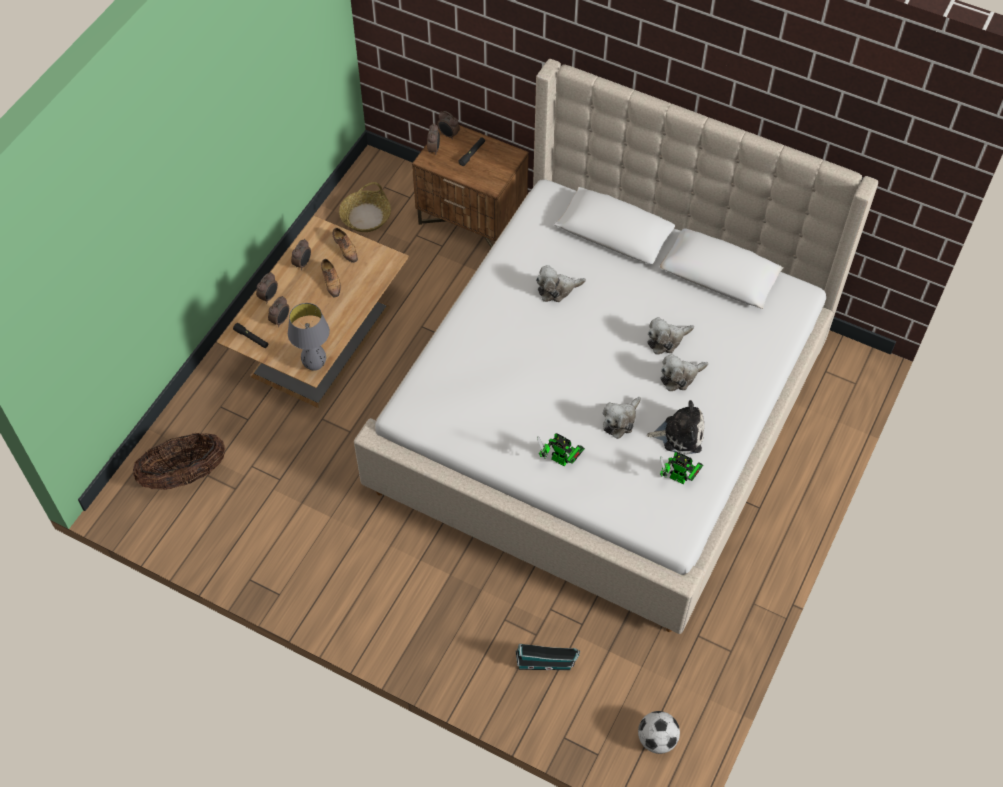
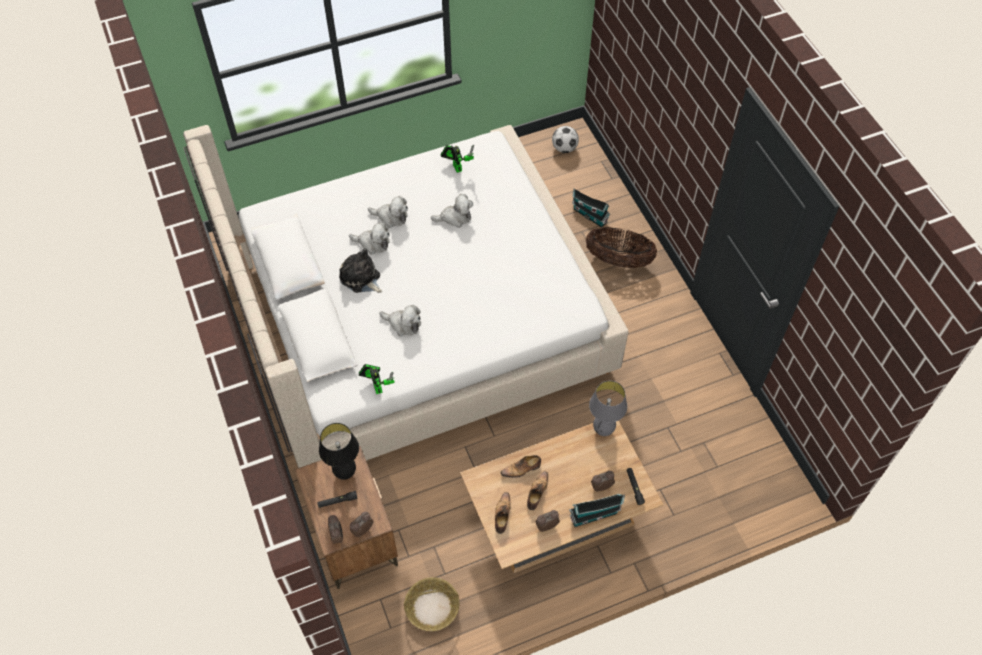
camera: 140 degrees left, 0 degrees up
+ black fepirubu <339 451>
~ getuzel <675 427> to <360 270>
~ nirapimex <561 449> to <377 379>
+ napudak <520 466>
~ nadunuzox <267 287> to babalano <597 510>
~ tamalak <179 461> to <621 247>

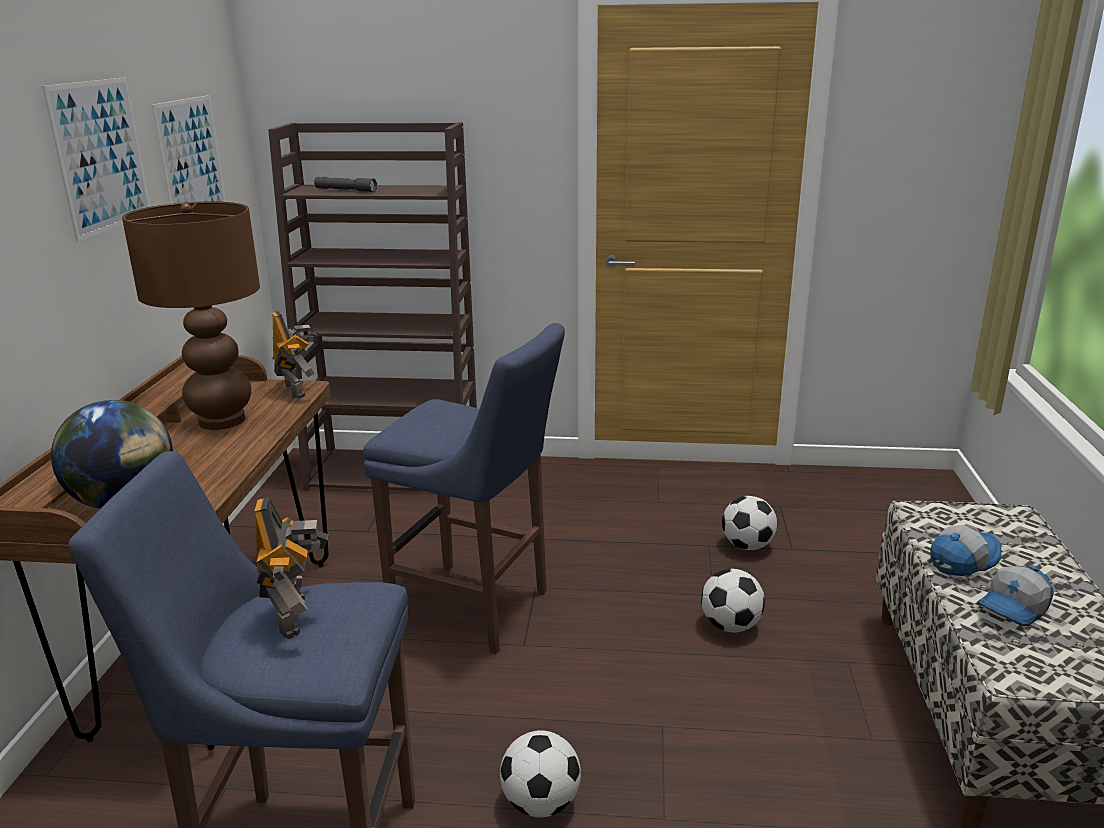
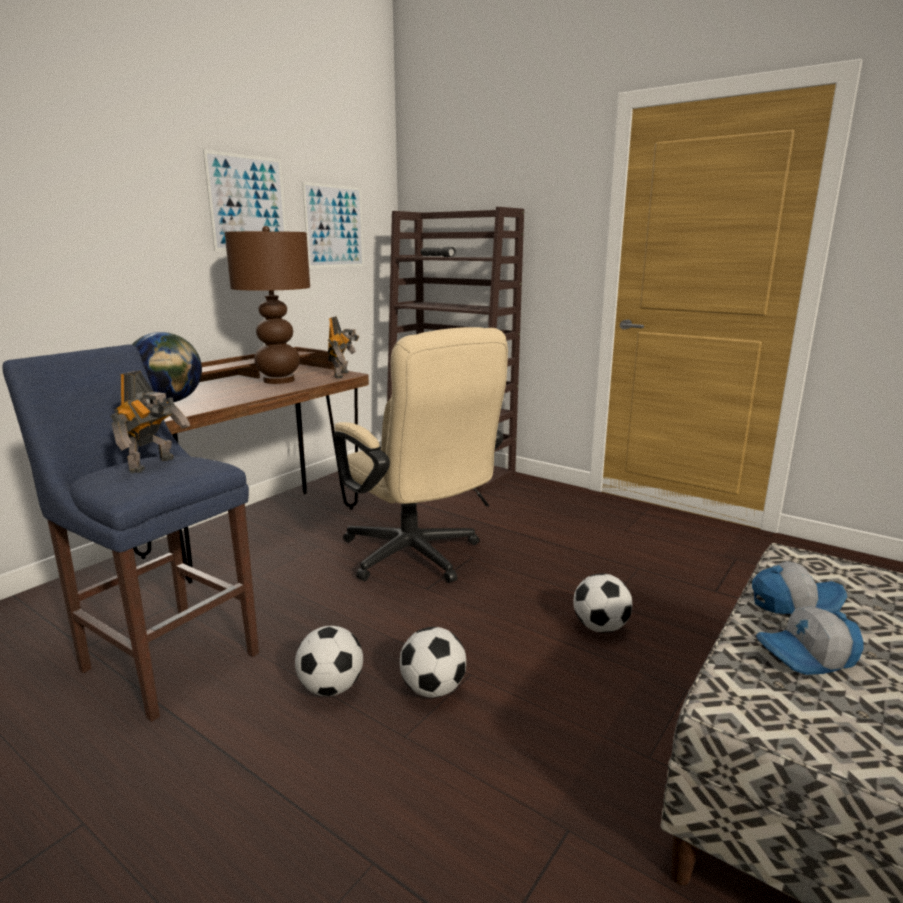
camera: 30 degrees right, 5 degrees down
~ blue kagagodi <464 488> to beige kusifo <421 455>
~ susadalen <749 523> to <433 662>

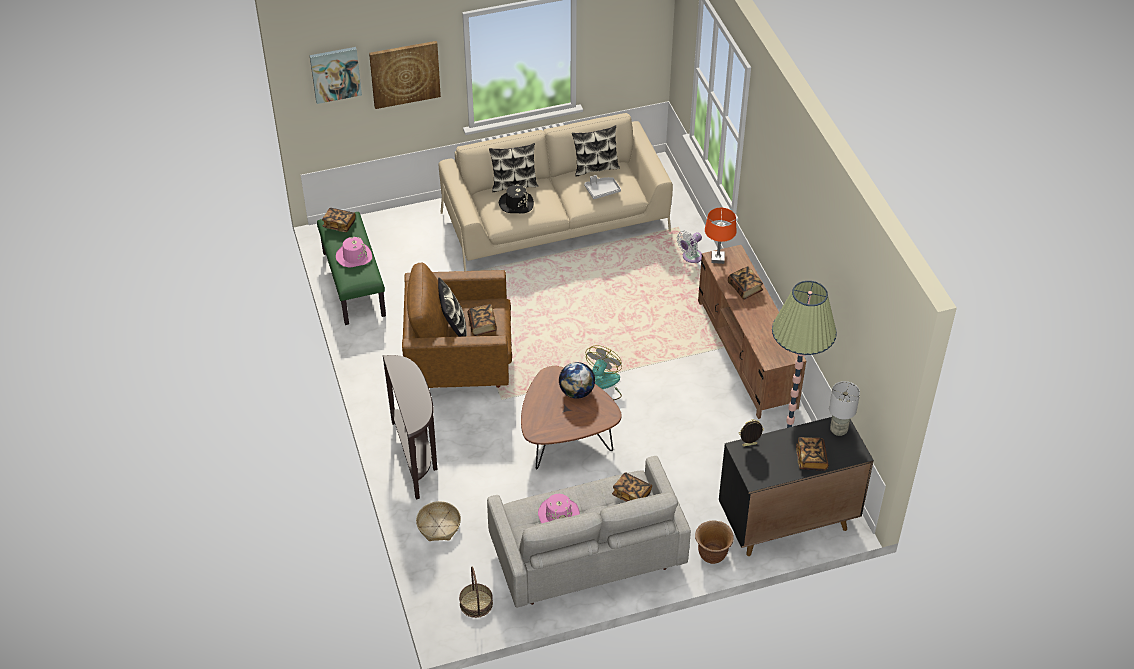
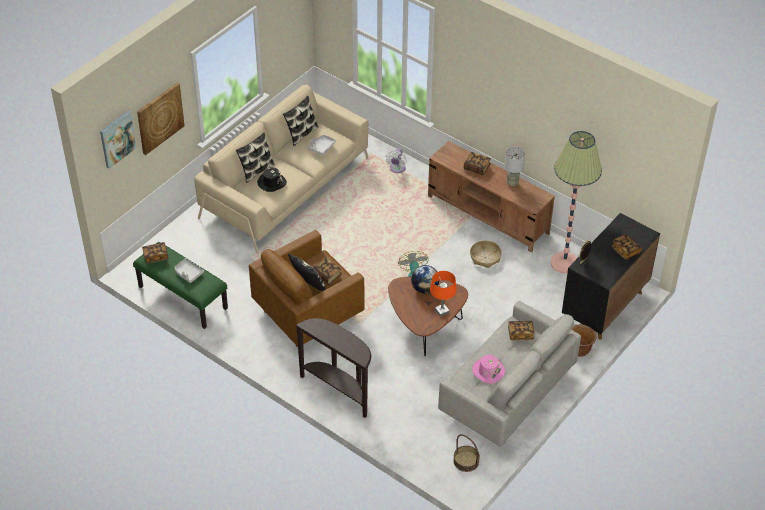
camera: 35 degrees left, 0 degrees up
~ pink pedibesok <354 252> to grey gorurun <189 270>
~ orange fepirubu <721 236> to <443 294>
~ tamalak <438 521> to <486 254>
~ grey fepirubu <844 408> to <515 166>

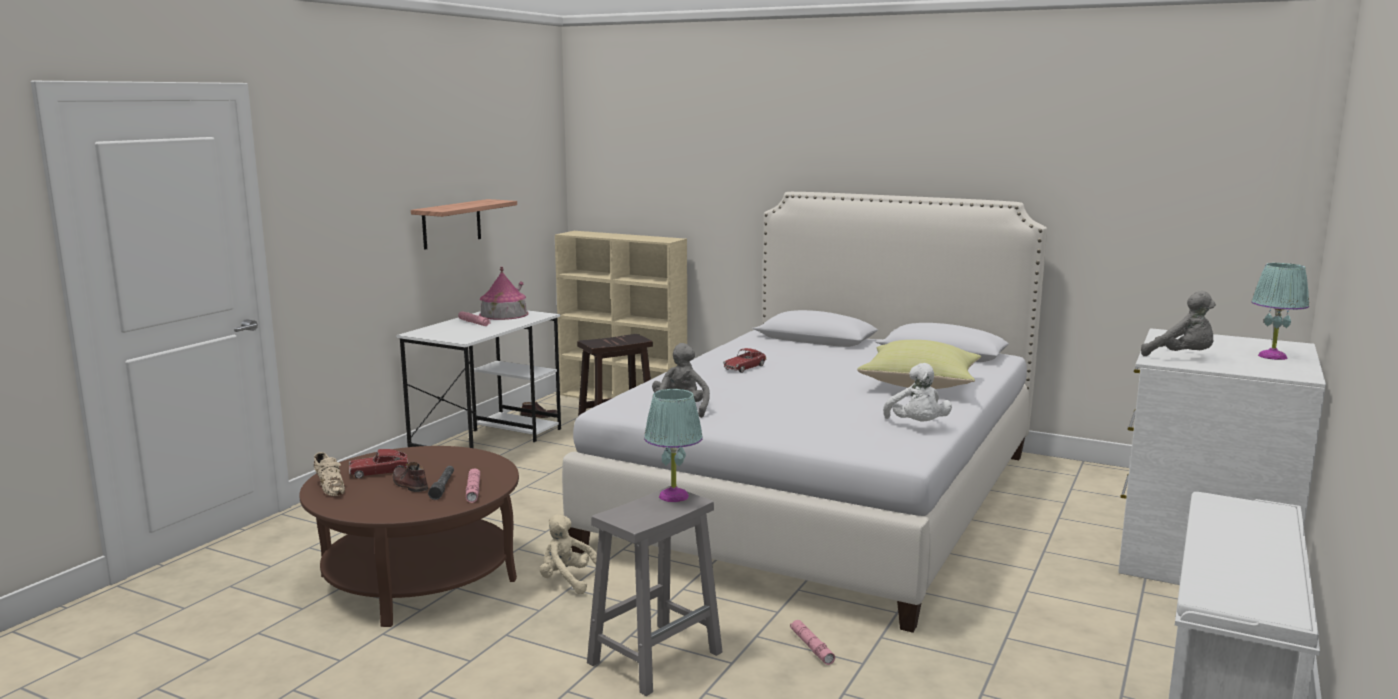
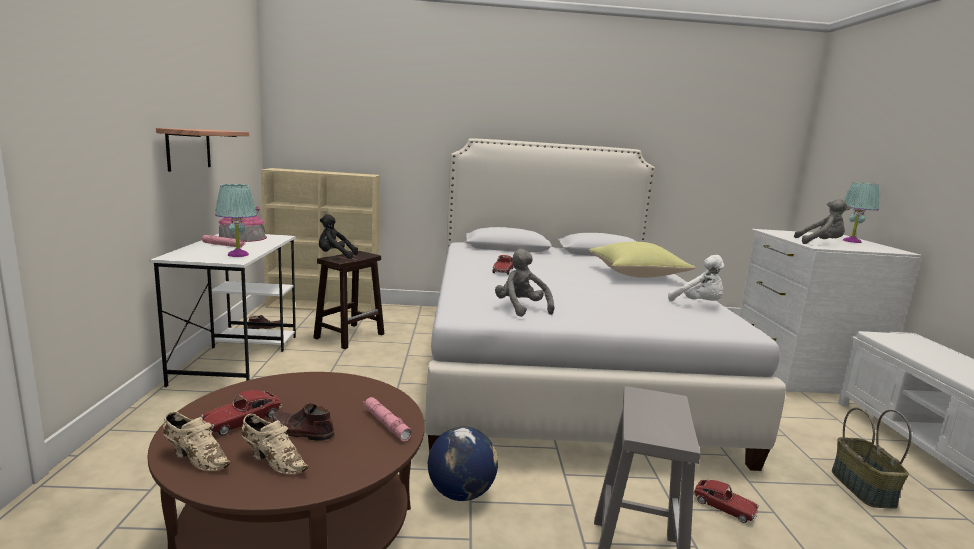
camera: 30 degrees left, 0 degrees up
~ turquoise fepirubu <673 445> to <236 220>
+ beige napudak <274 444>
+ black getuzel <338 236>
~ beige getuzel <568 554> to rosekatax <463 464>
~ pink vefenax <812 642> to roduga <726 501>
+ tamalak <872 458>
- grey vefenax <441 483>

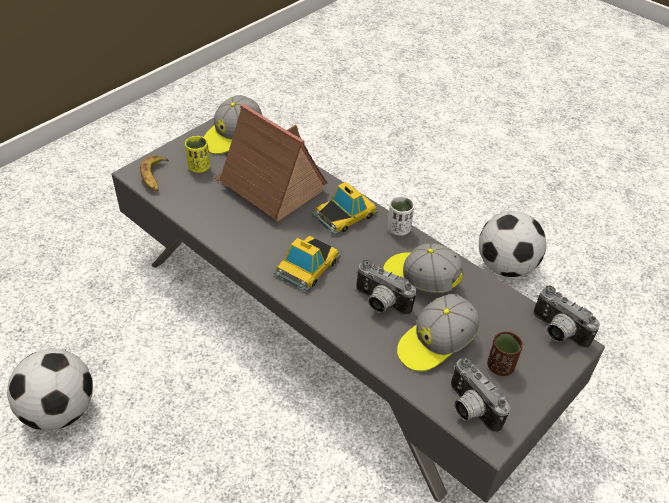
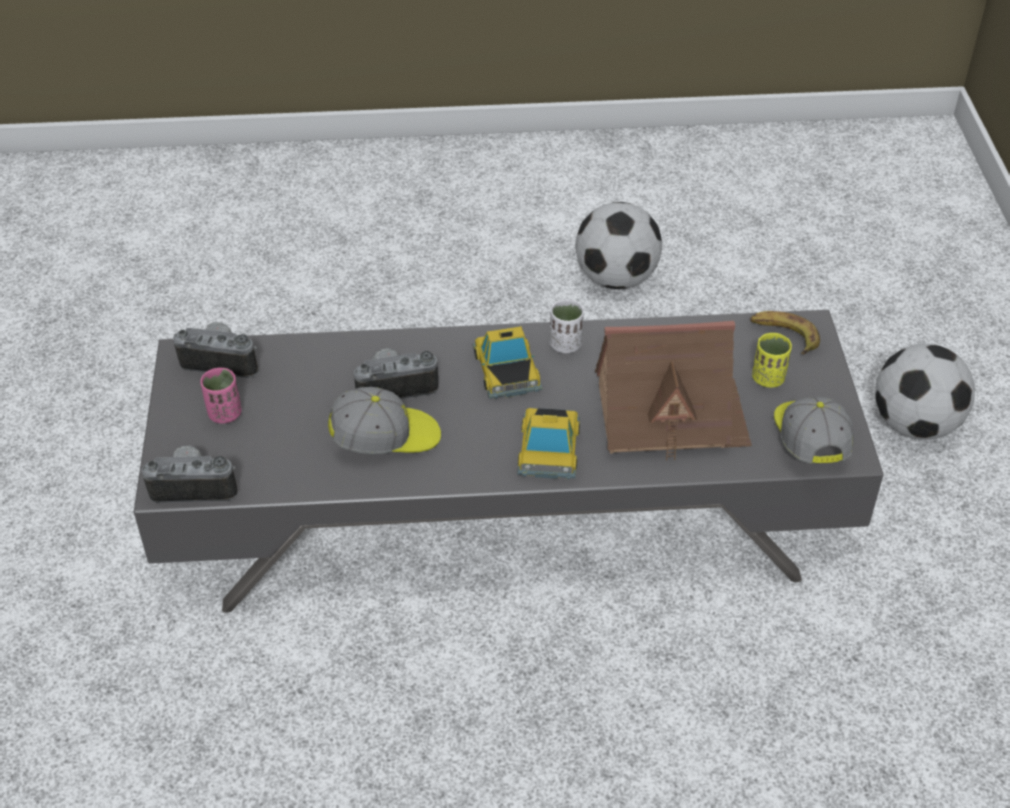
camera: 135 degrees right, 0 degrees up
~ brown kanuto <505 353> to pink kanuto <221 395>
~ white kanuto <401 215> to <567 326>
~ susadalen <512 244> to <925 392>
- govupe <438 332>

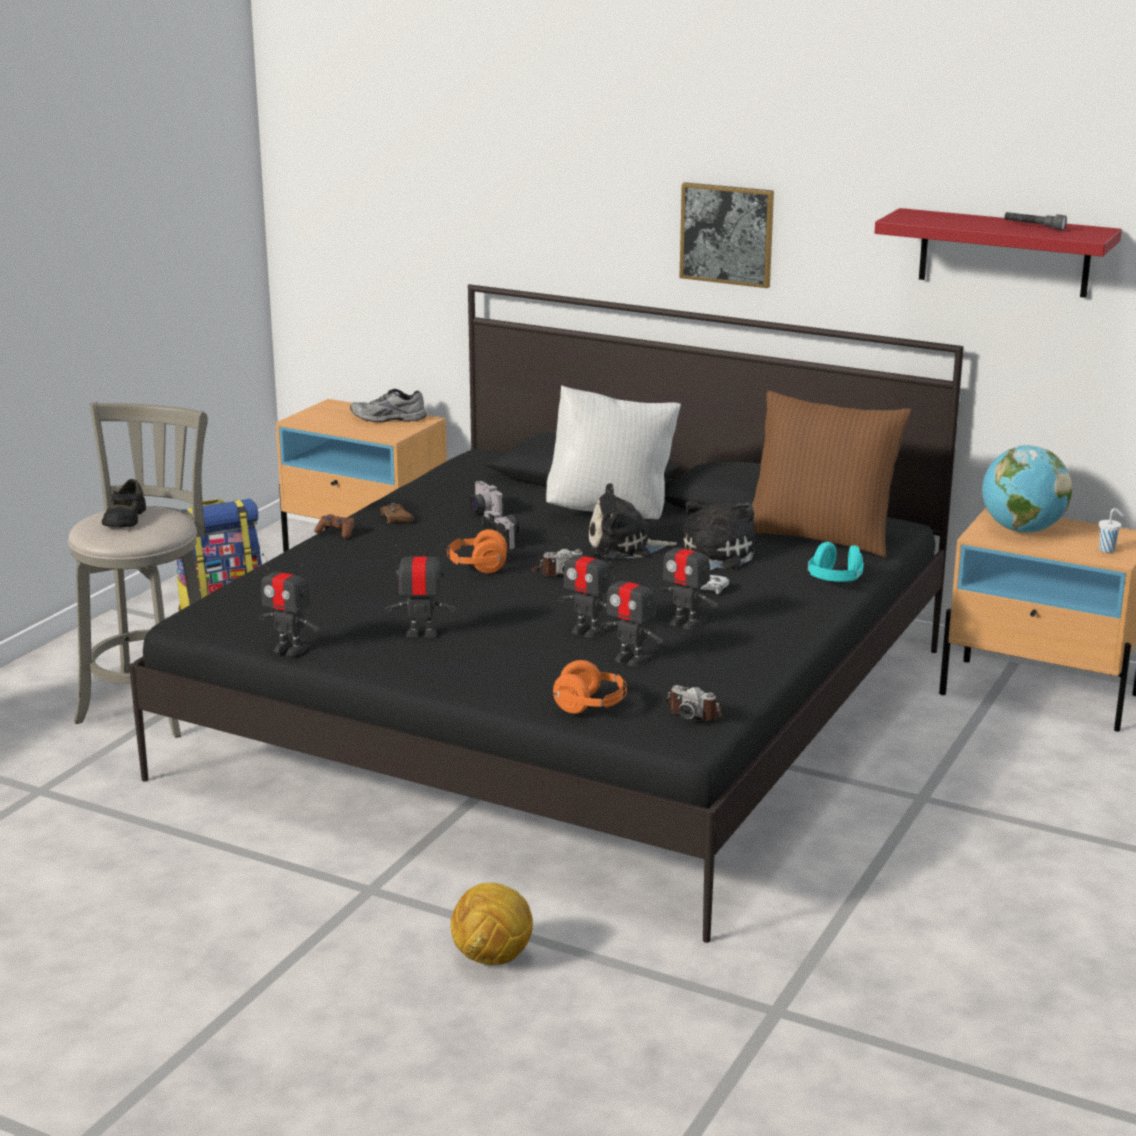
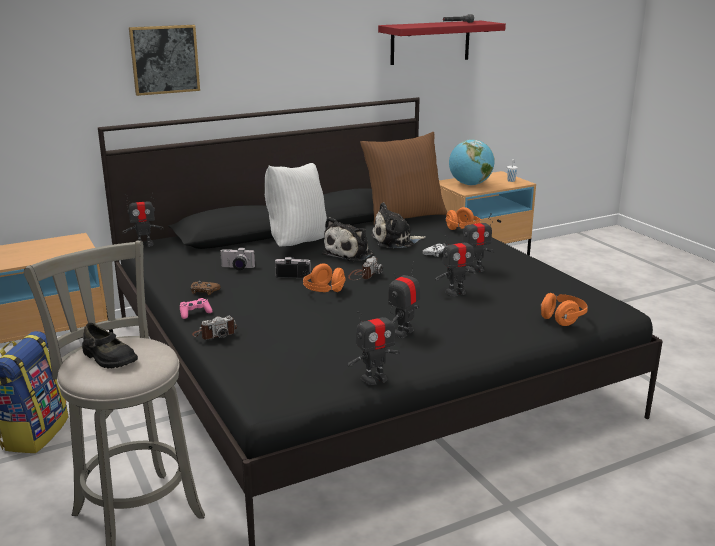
camera: 55 degrees left, 0 degrees up
~ nirapimex <632 614> to <143 220>
~ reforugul <726 235> to <164 60>
~ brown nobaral <334 526> to pink nobaral <196 308>
~ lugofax <693 703> to <214 327>
~ getuzel <719 534> = <398 225> 75 degrees counterclockwise
~ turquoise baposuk <836 562> to orange baposuk <463 218>
- grey napudak <388 405>
- susadalen <492 924>

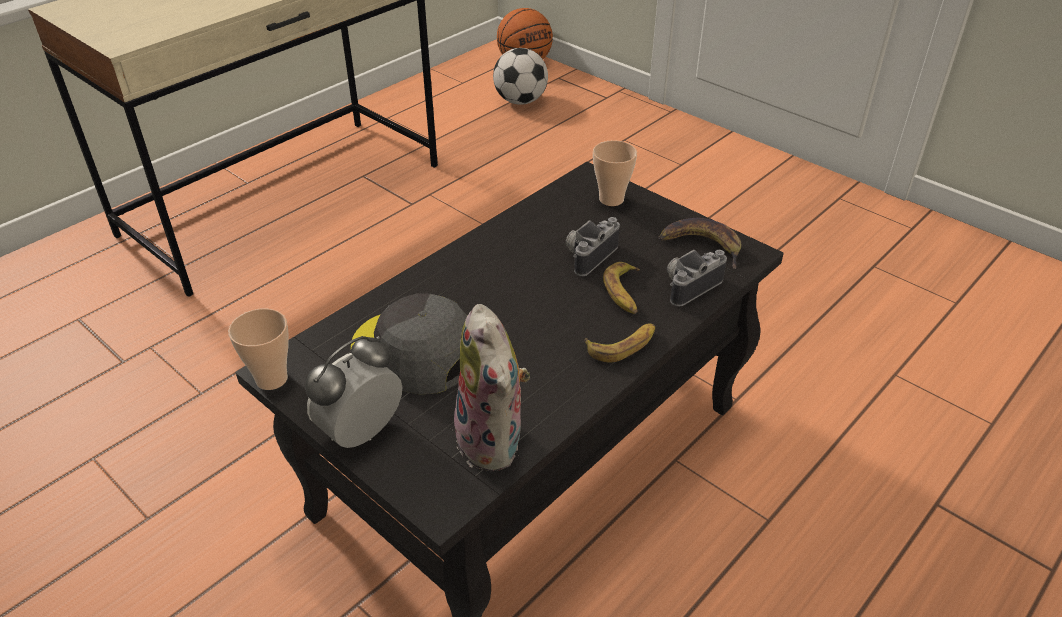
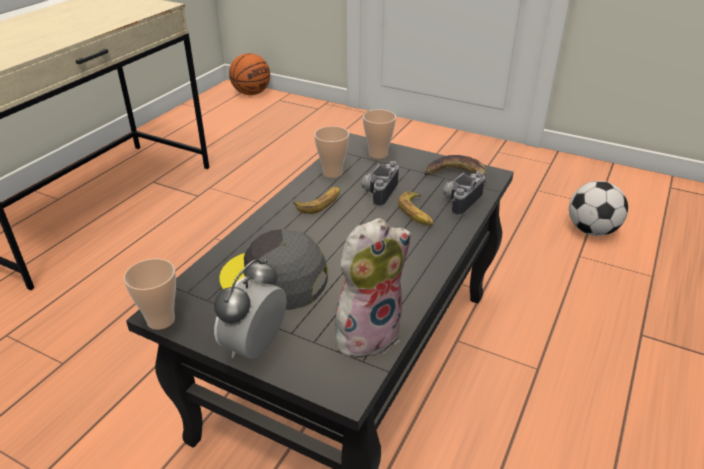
camera: 15 degrees left, 5 degrees down
~ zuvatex <620 342> to <316 200>
+ kanuto <331 152>
~ getuzel <492 387> = <373 289> 90 degrees counterclockwise
~ susadalen <520 76> to <598 208>

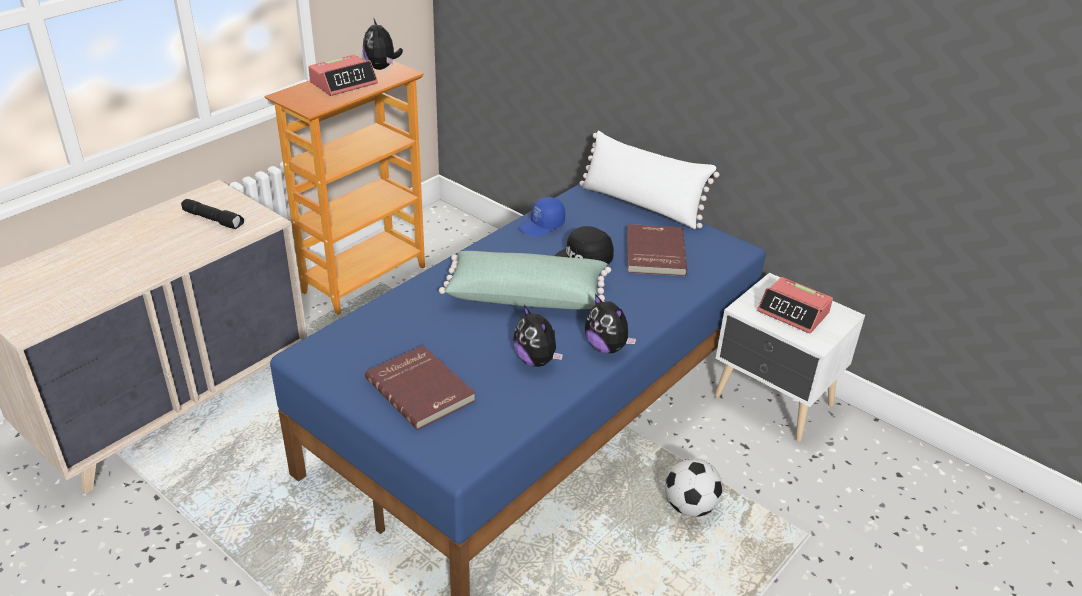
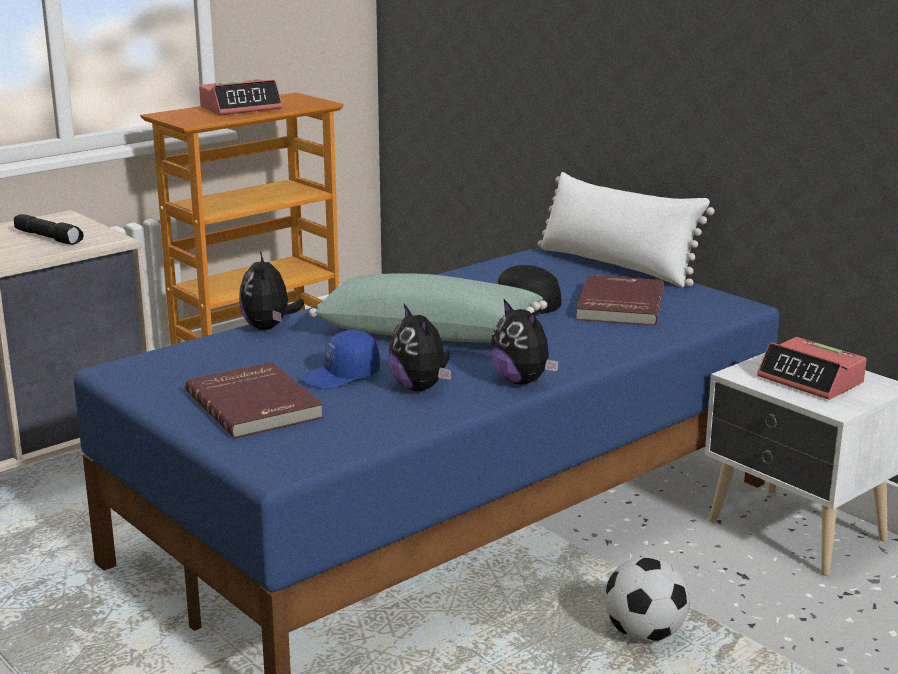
camera: 10 degrees right, 15 degrees down
~ getuzel <383 43> to <271 291>
~ blue govupe <542 217> to <340 359>

